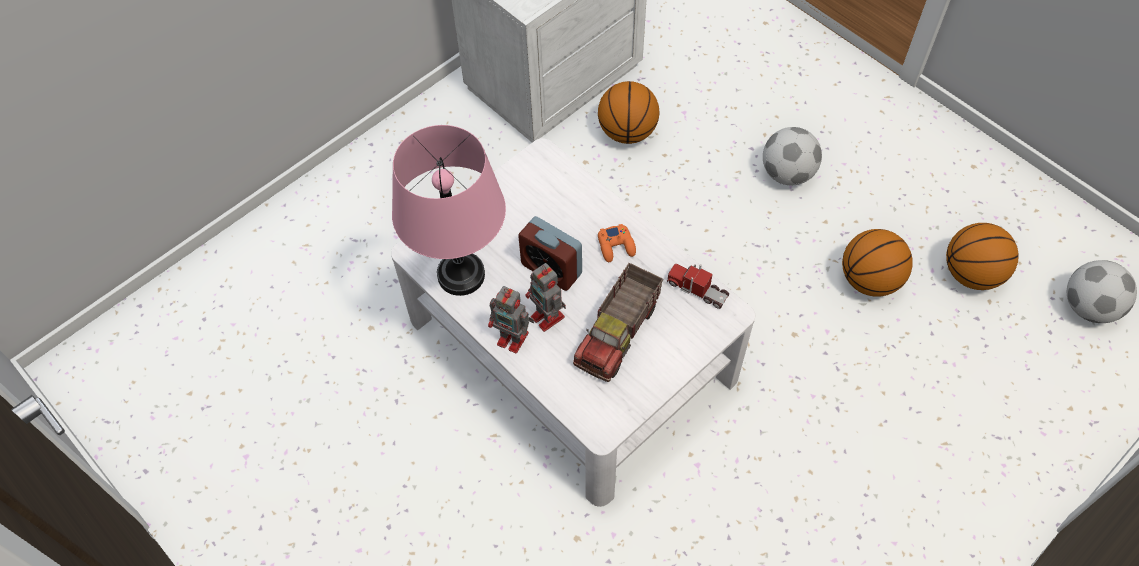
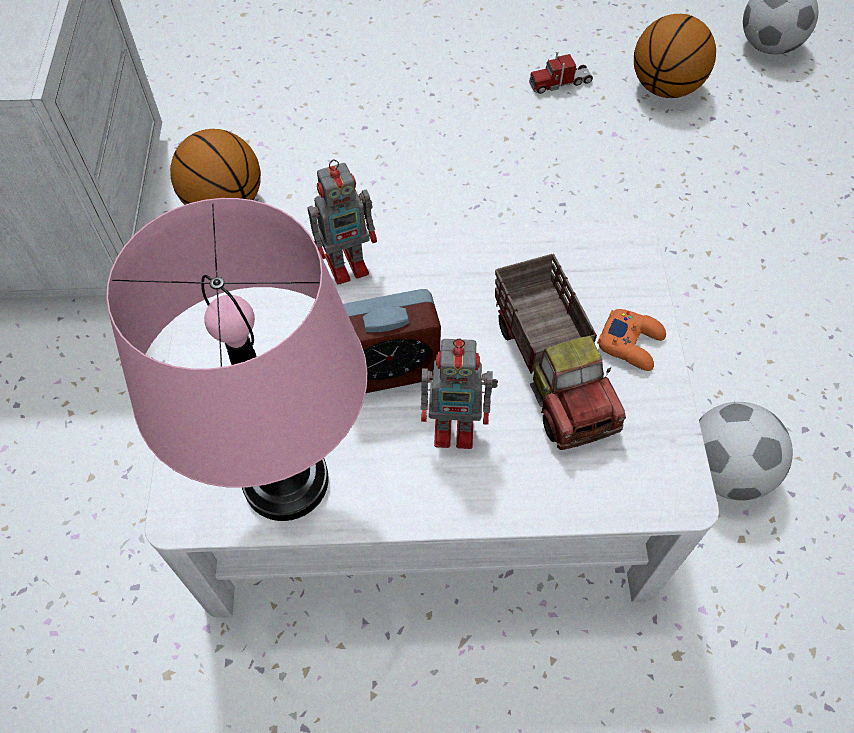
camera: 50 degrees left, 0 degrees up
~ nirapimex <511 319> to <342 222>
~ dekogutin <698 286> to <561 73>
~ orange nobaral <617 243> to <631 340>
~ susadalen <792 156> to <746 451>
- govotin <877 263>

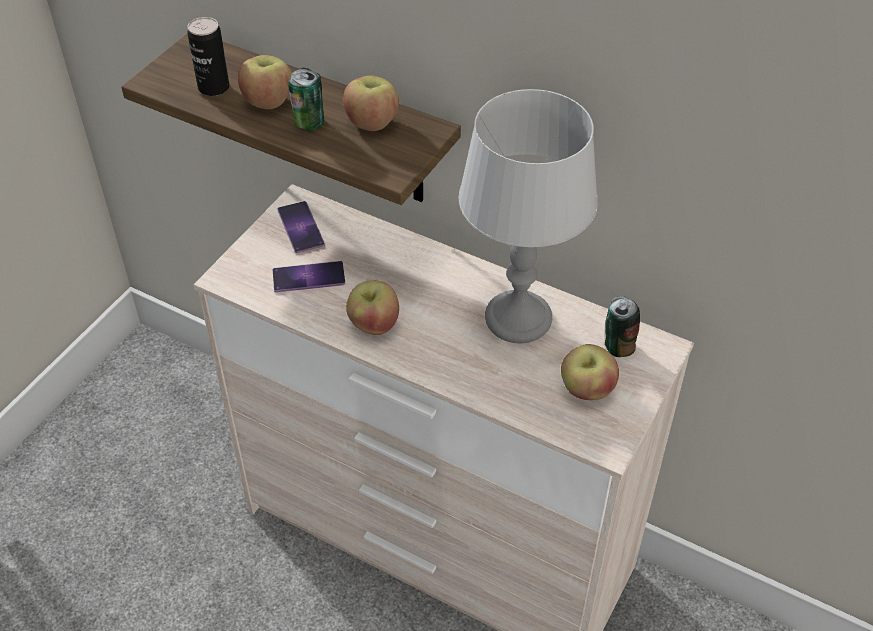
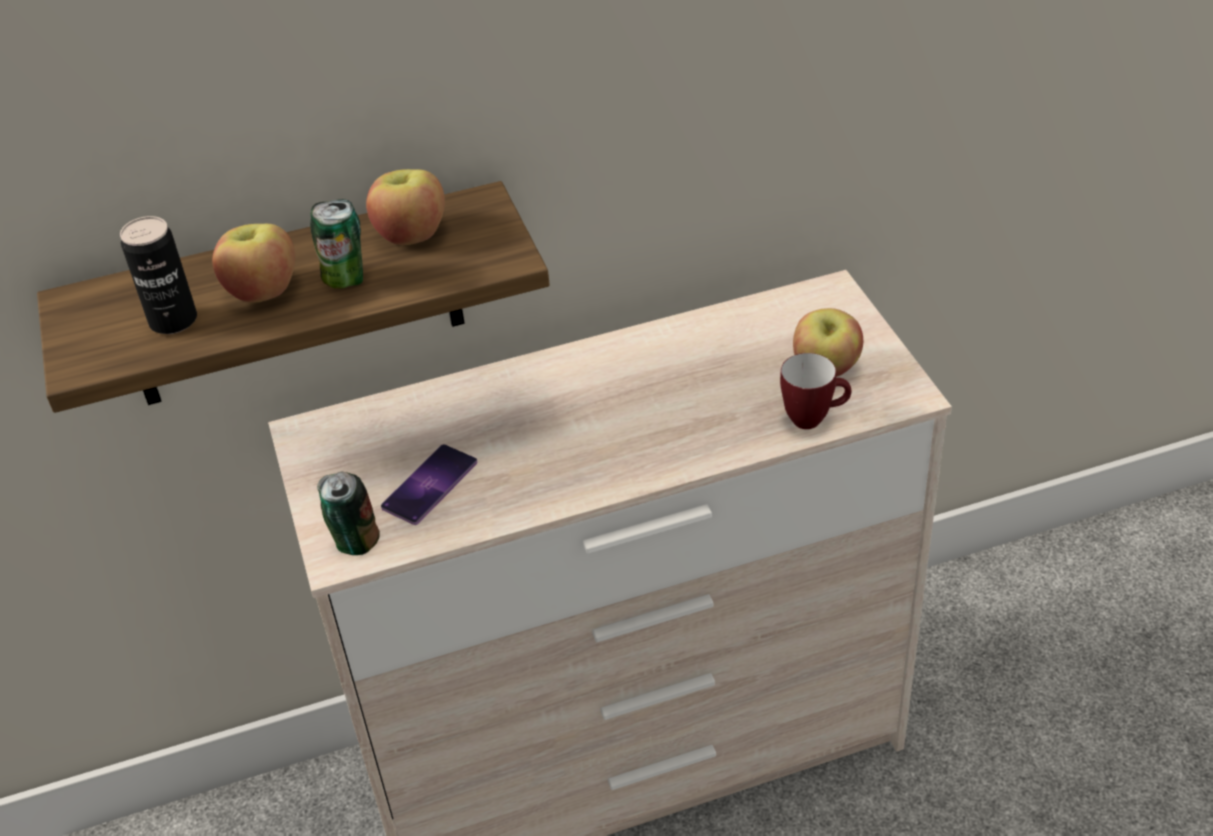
camera: 45 degrees left, 5 degrees down
~ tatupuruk <622 326> to <348 513>
+ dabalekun <815 391>
- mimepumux <301 227>
- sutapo <372 307>
- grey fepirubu <528 216>

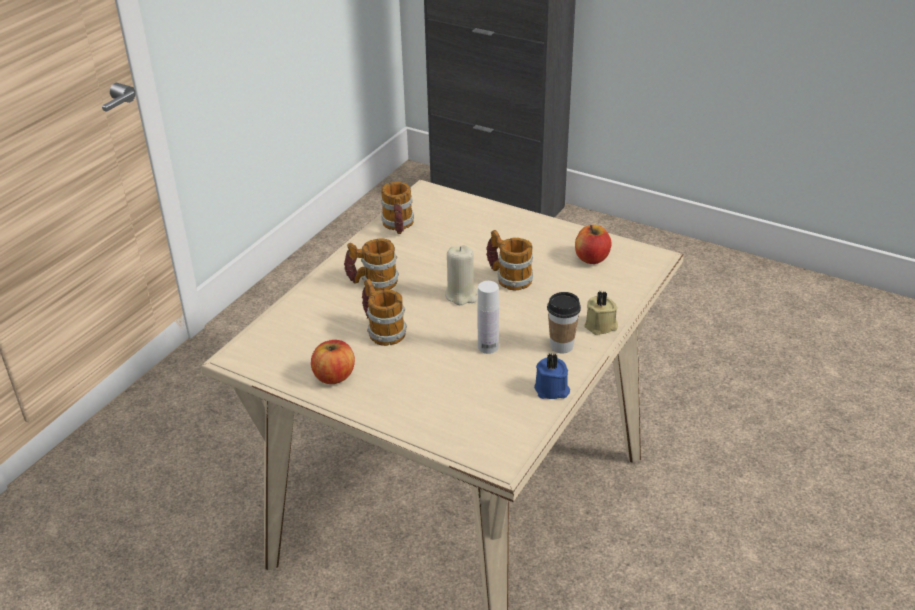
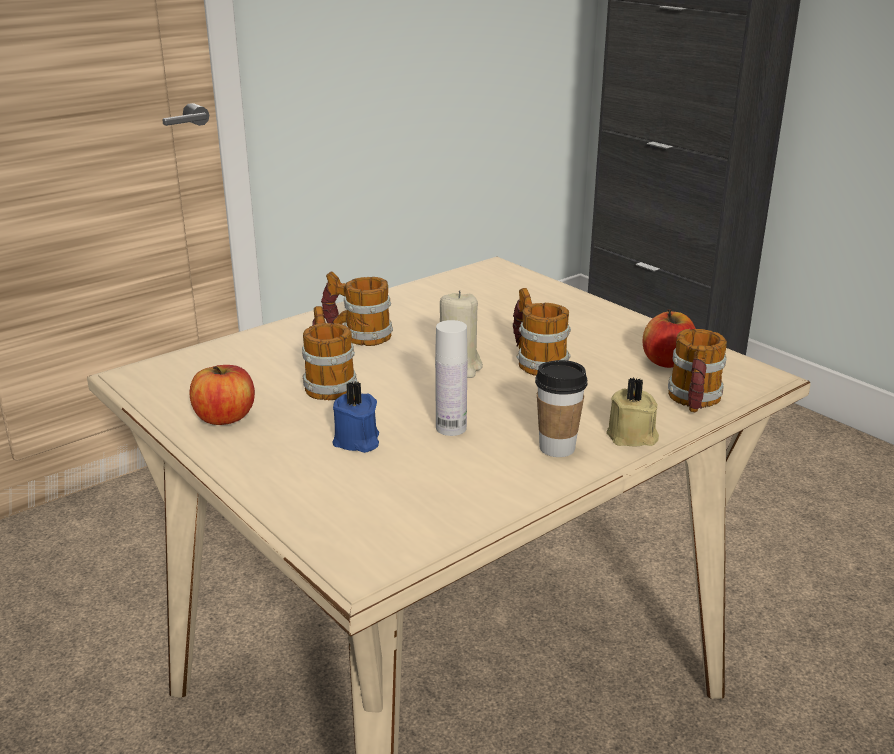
camera: 20 degrees right, 10 degrees down
~ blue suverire <552 376> to <356 417>
~ dabalekun <397 208> to <697 370>

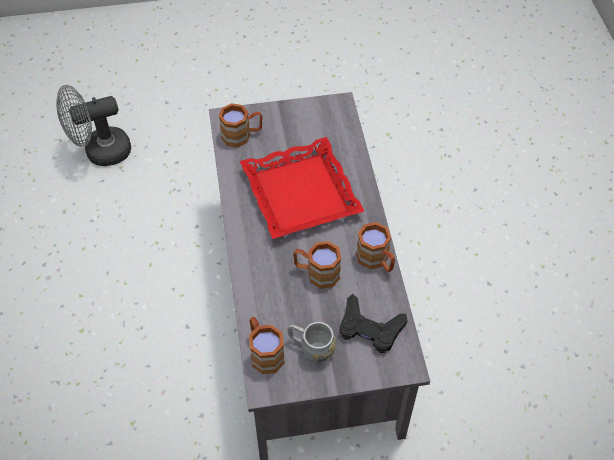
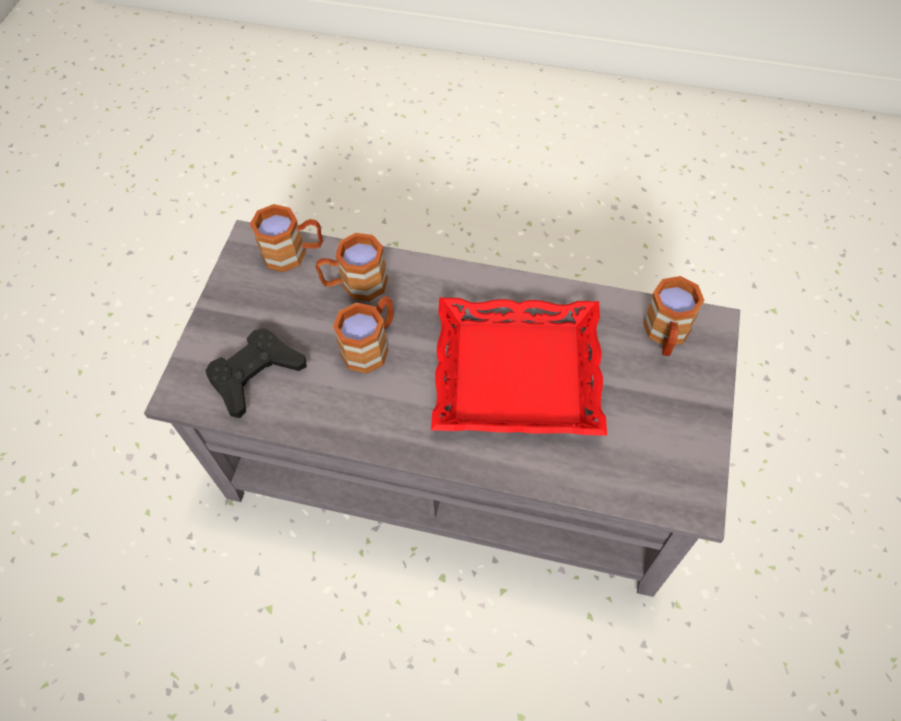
camera: 115 degrees right, 5 degrees up
~ brown dabalekun <375 247> to <352 267>
- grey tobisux <93 125>
- grey dabalekun <311 342>

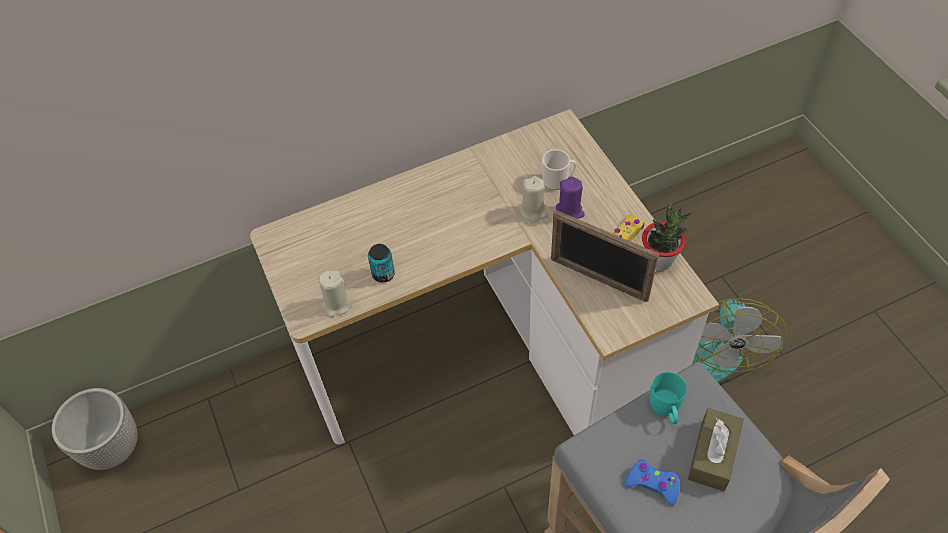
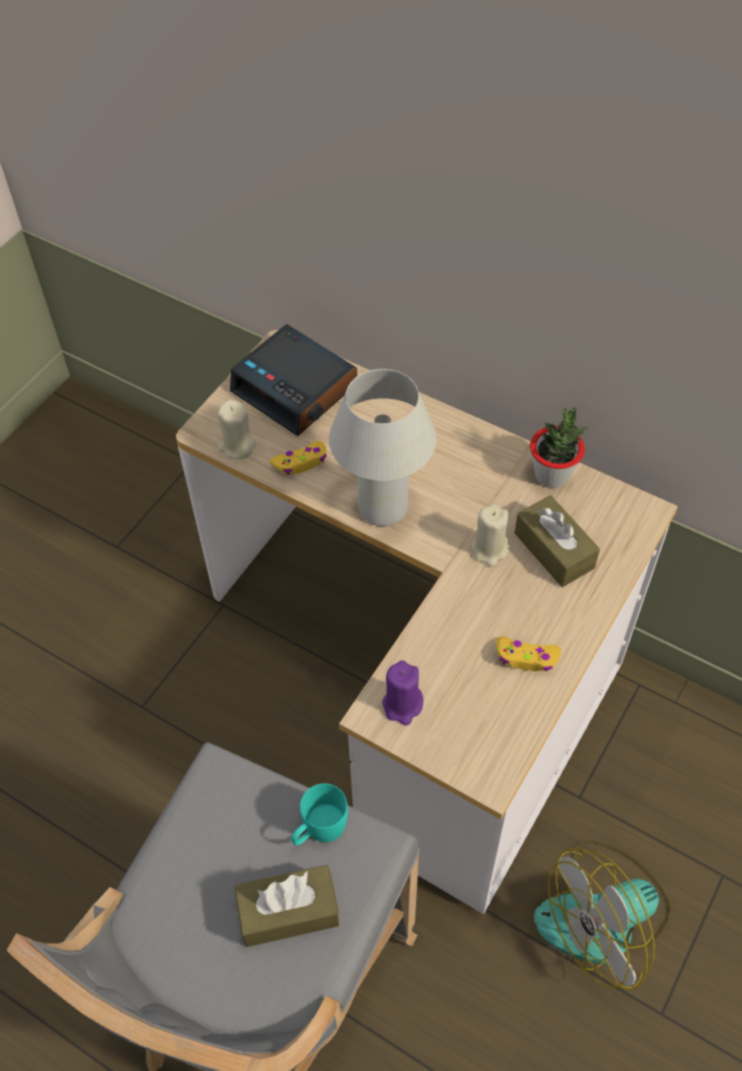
camera: 55 degrees right, 0 degrees up
+ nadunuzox <293 380>
~ tatupuruk <381 263> to yellow nobaral <298 458>
+ white fepirubu <382 447>
~ purple suverire <570 197> to <402 692>
~ dabalekun <559 169> to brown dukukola <557 541>
~ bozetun <667 237> to <559 447>
- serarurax <95 429>
- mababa <605 256>
- blue nobaral <652 482>

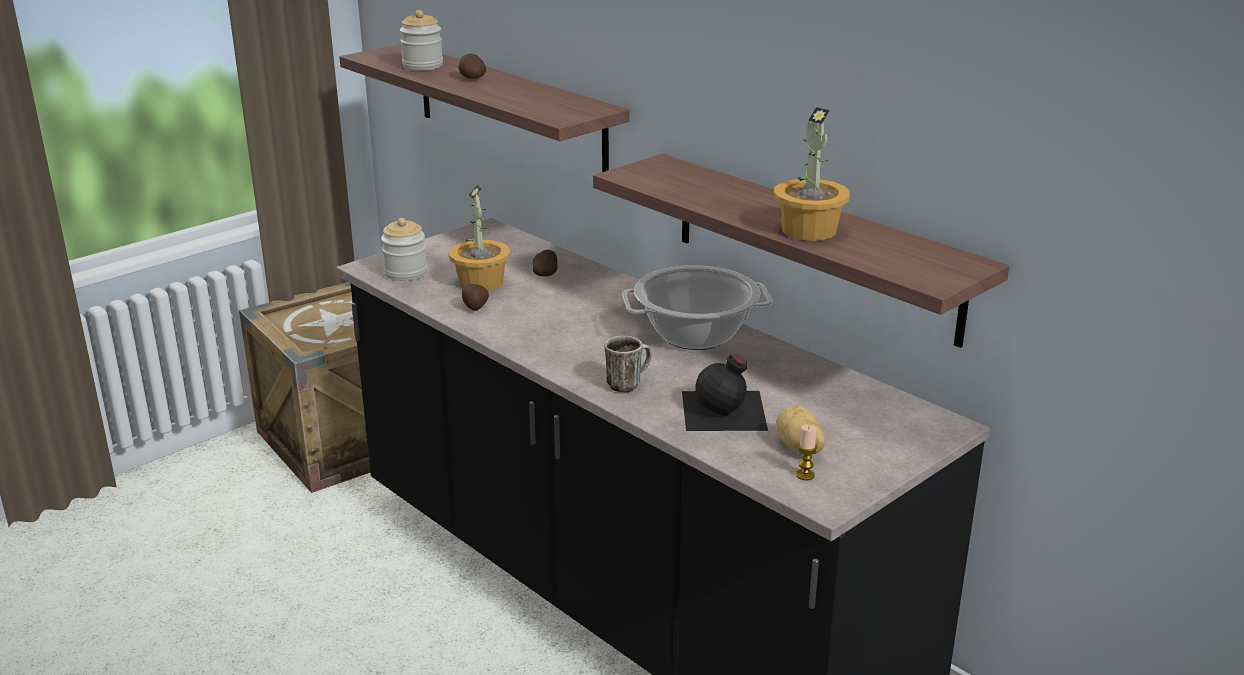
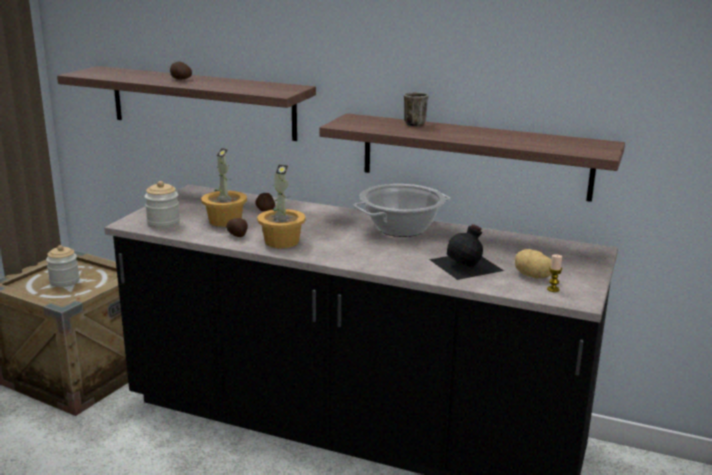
camera: 25 degrees left, 5 degrees down
~ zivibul <421 40> to <63 266>
~ bozetun <812 174> to <281 206>
~ dabalekun <628 364> to <416 109>

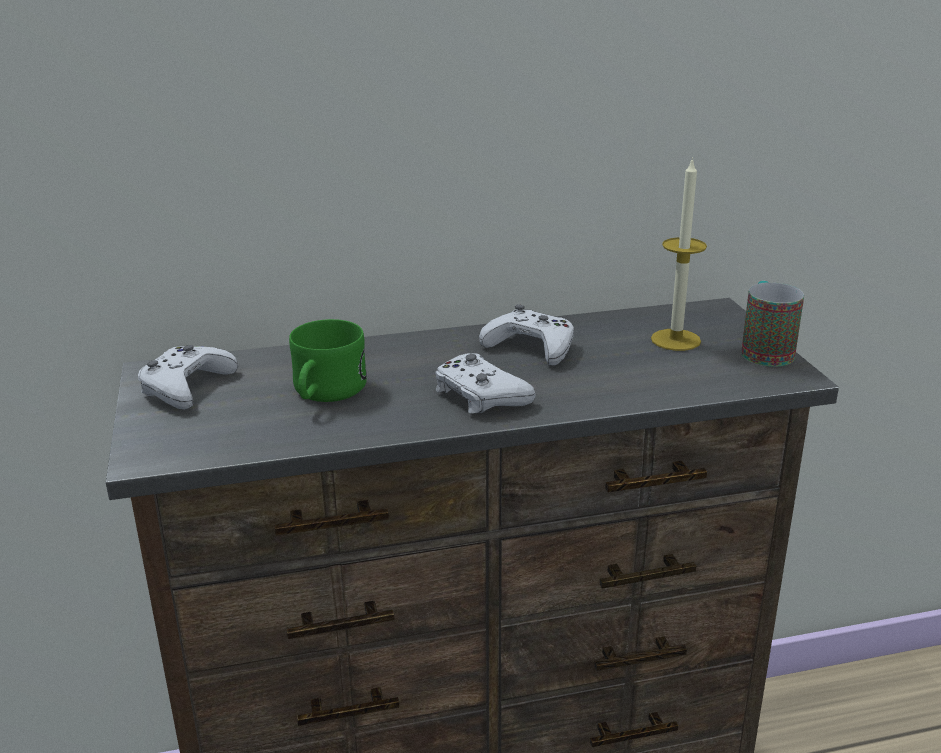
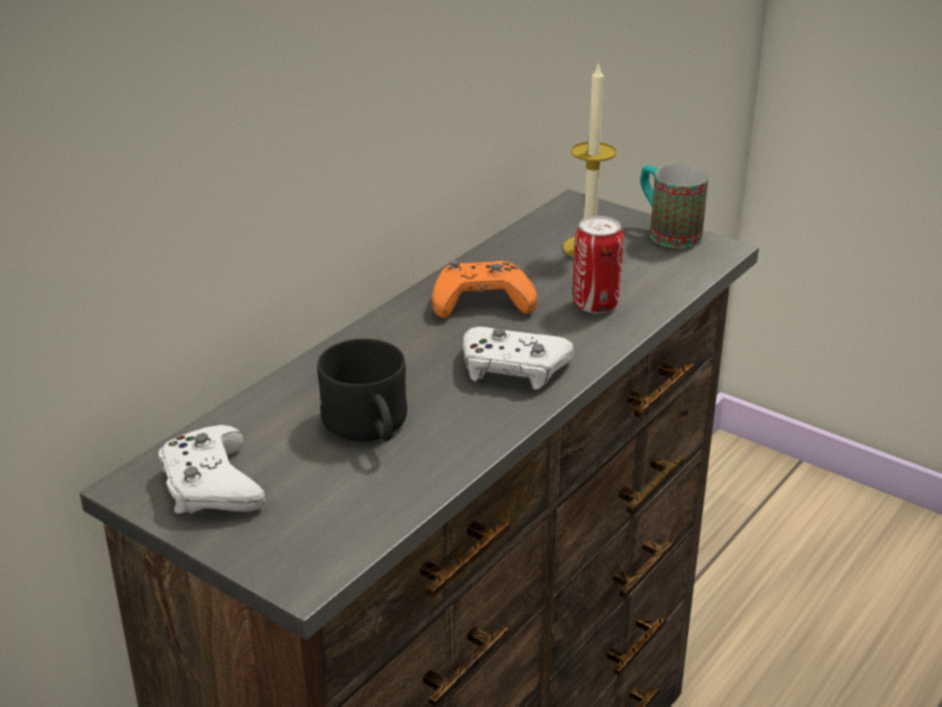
camera: 40 degrees left, 5 degrees up
~ green dabalekun <328 360> to black dabalekun <362 389>
~ white nobaral <526 335> to orange nobaral <484 289>
+ tatupuruk <598 264>

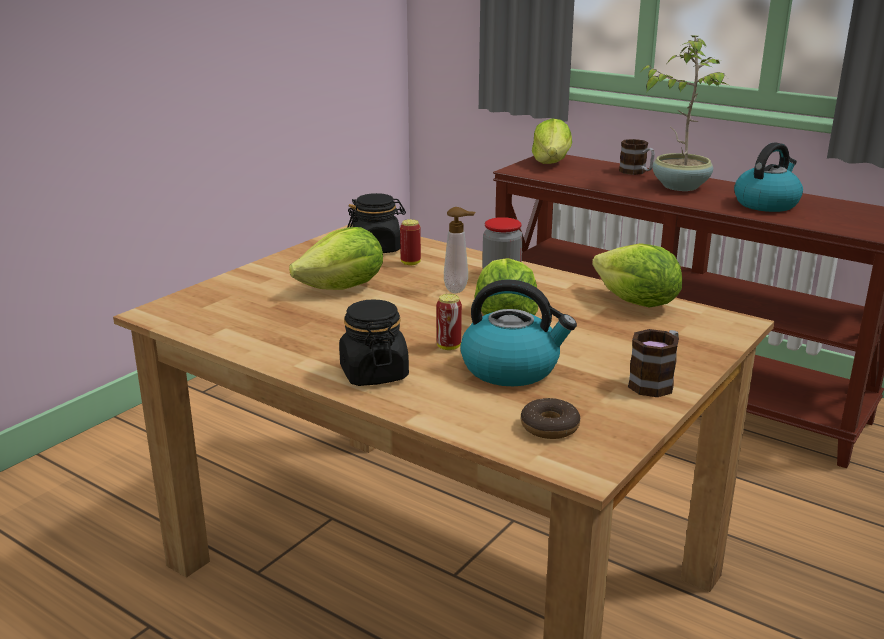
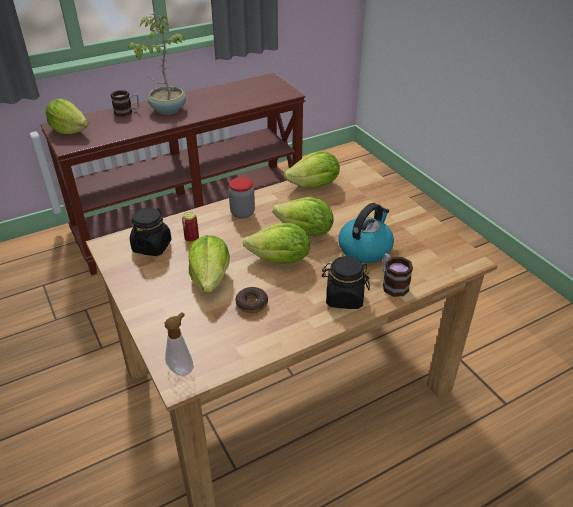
camera: 65 degrees left, 15 degrees up
~ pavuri <459 250> to <179 344>
~ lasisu <550 418> to <252 299>
+ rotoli <276 243>
~ dabalekun <653 363> to <397 275>
- tatupuruk <449 322>
- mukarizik <768 177>

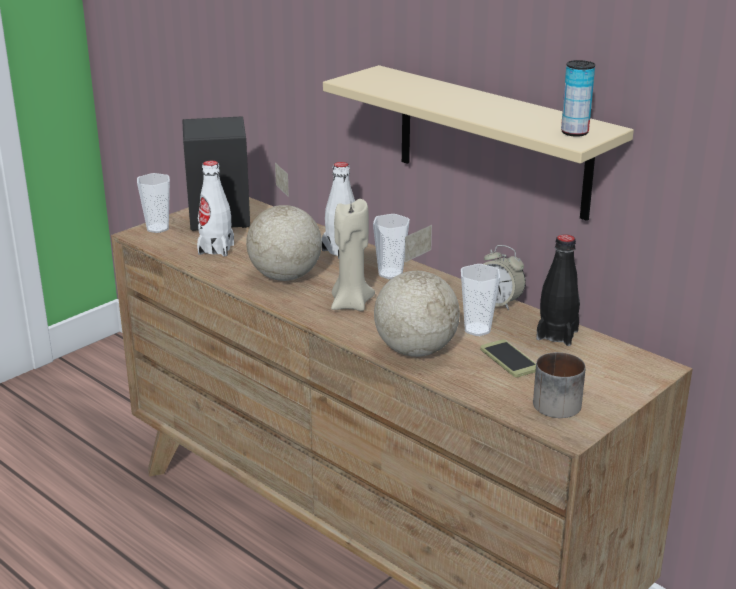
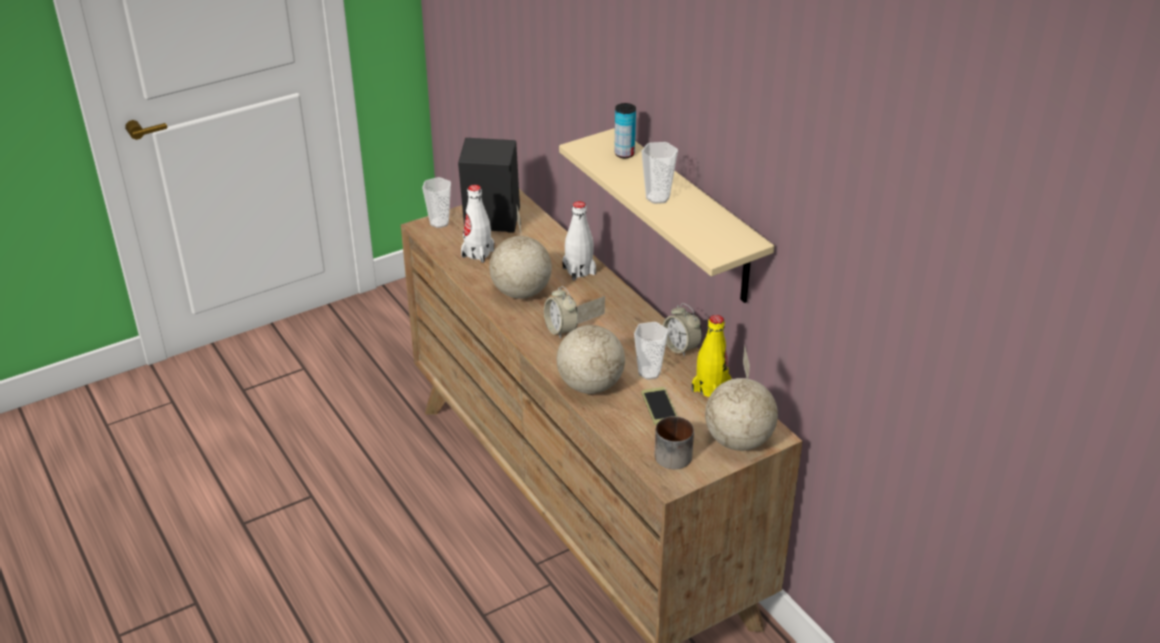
camera: 15 degrees right, 10 degrees up
~ beige suverire <353 255> to nadunuzox <560 312>
~ tatupuruk <578 98> to <625 130>
~ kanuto <391 246> to <659 173>
~ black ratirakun <558 290> to yellow ratirakun <711 356>
+ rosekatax <741 398>

